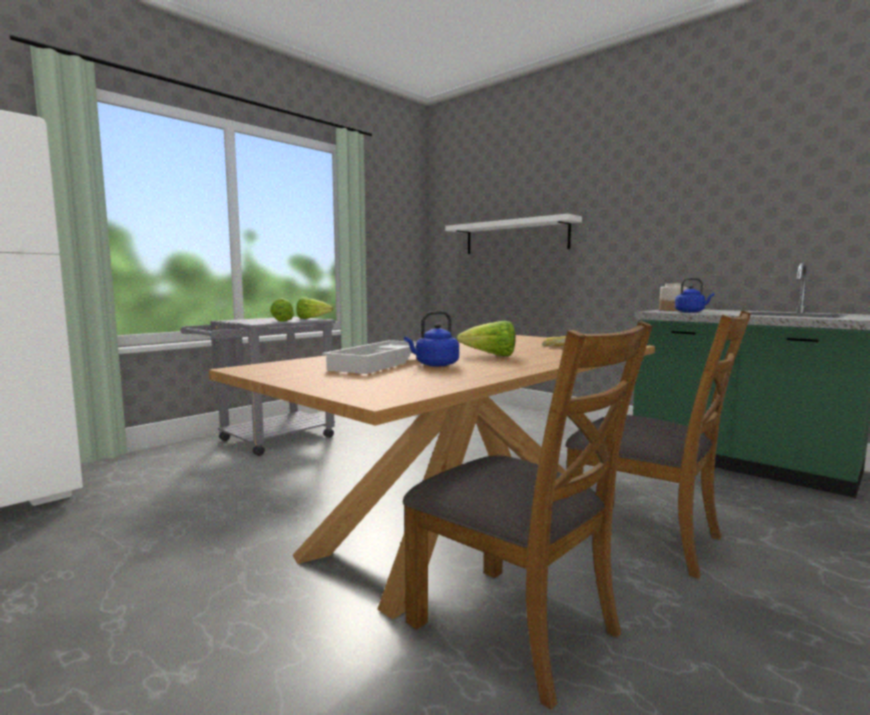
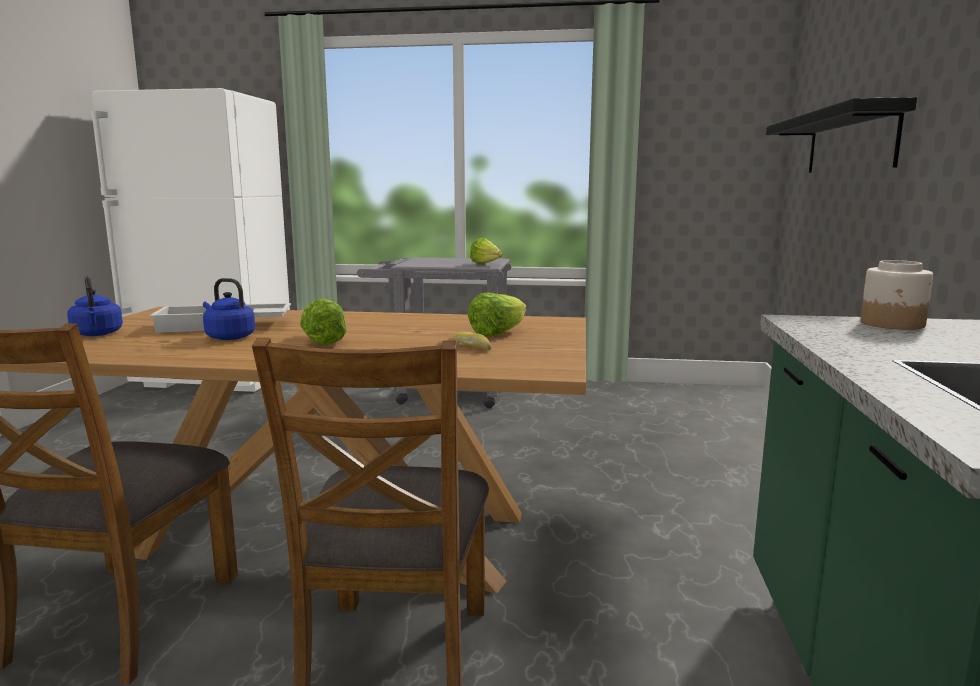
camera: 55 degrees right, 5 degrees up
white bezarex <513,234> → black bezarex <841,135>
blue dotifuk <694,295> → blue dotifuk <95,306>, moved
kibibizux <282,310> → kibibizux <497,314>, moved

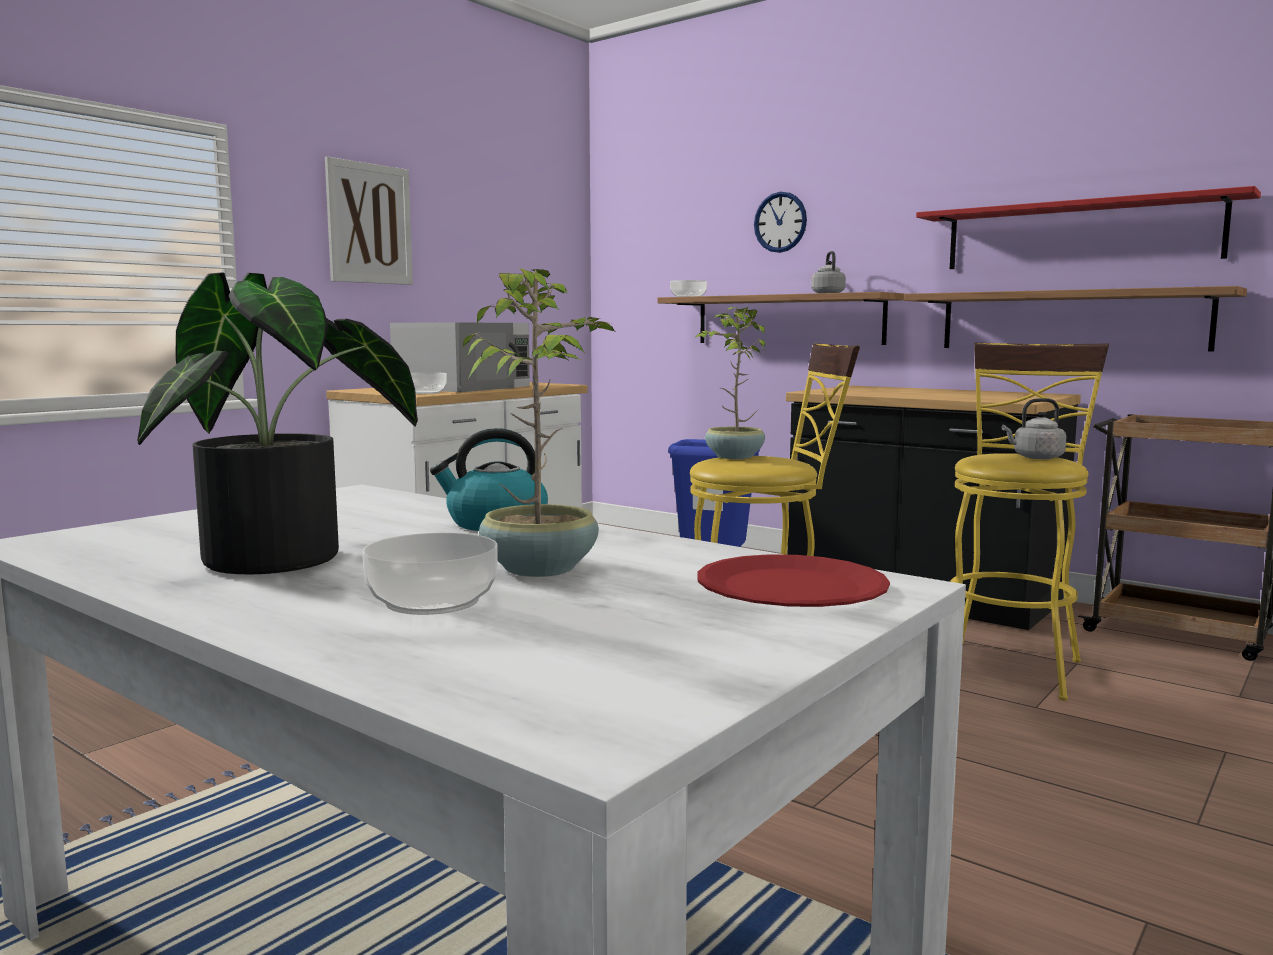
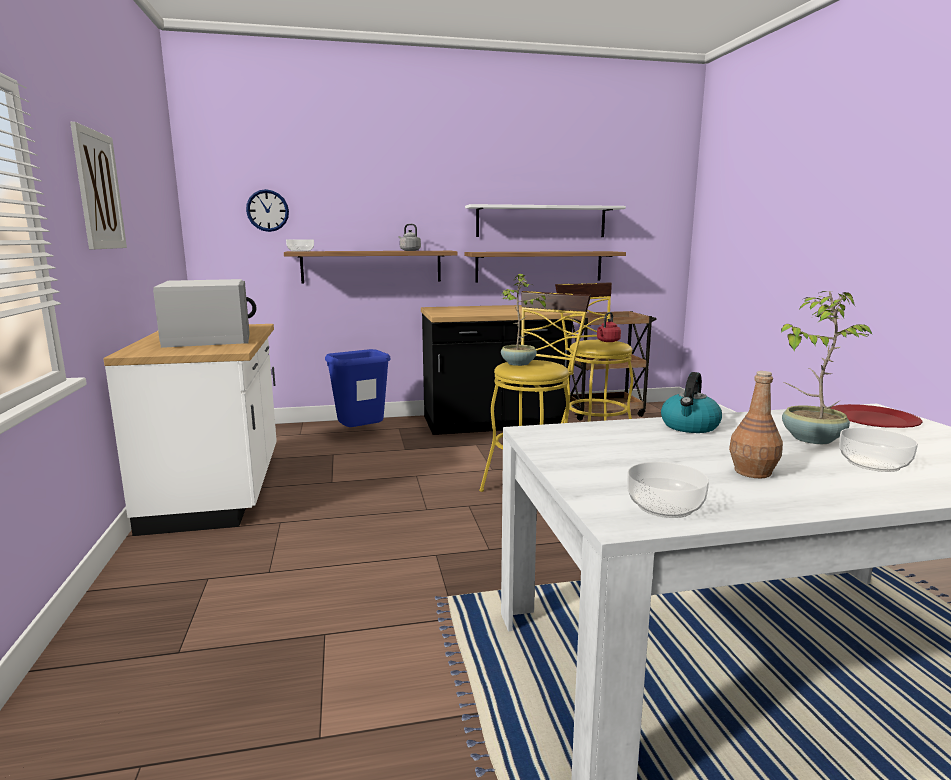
camera: 50 degrees left, 5 degrees up
red bezarex <1088,227> → white bezarex <545,220>
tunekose <780,222> → tunekose <267,210>, moved
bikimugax <277,423> → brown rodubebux <756,424>
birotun <429,383> → birotun <668,490>, moved
grey dotifuk <1034,428> → red dotifuk <609,327>

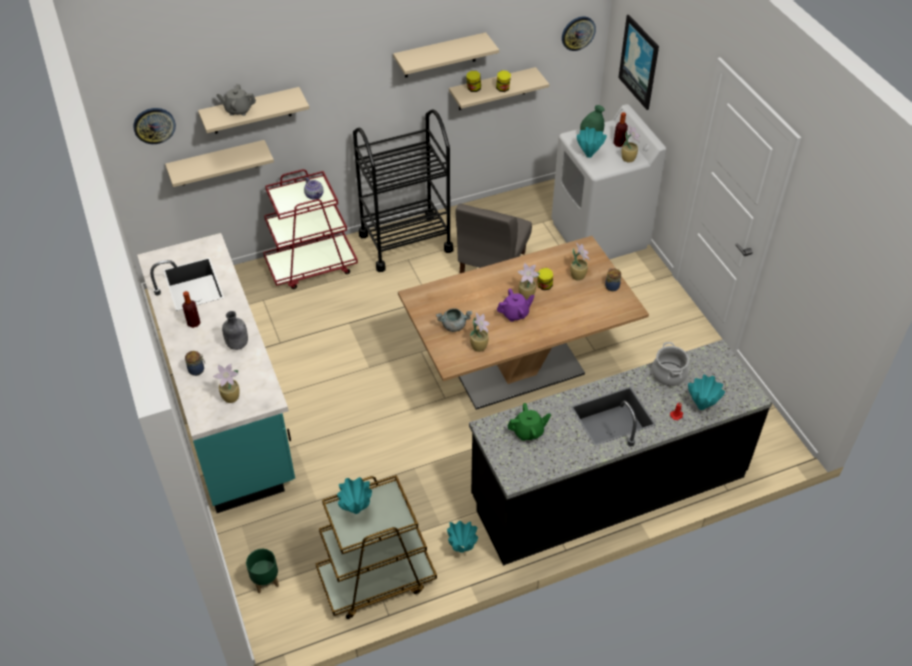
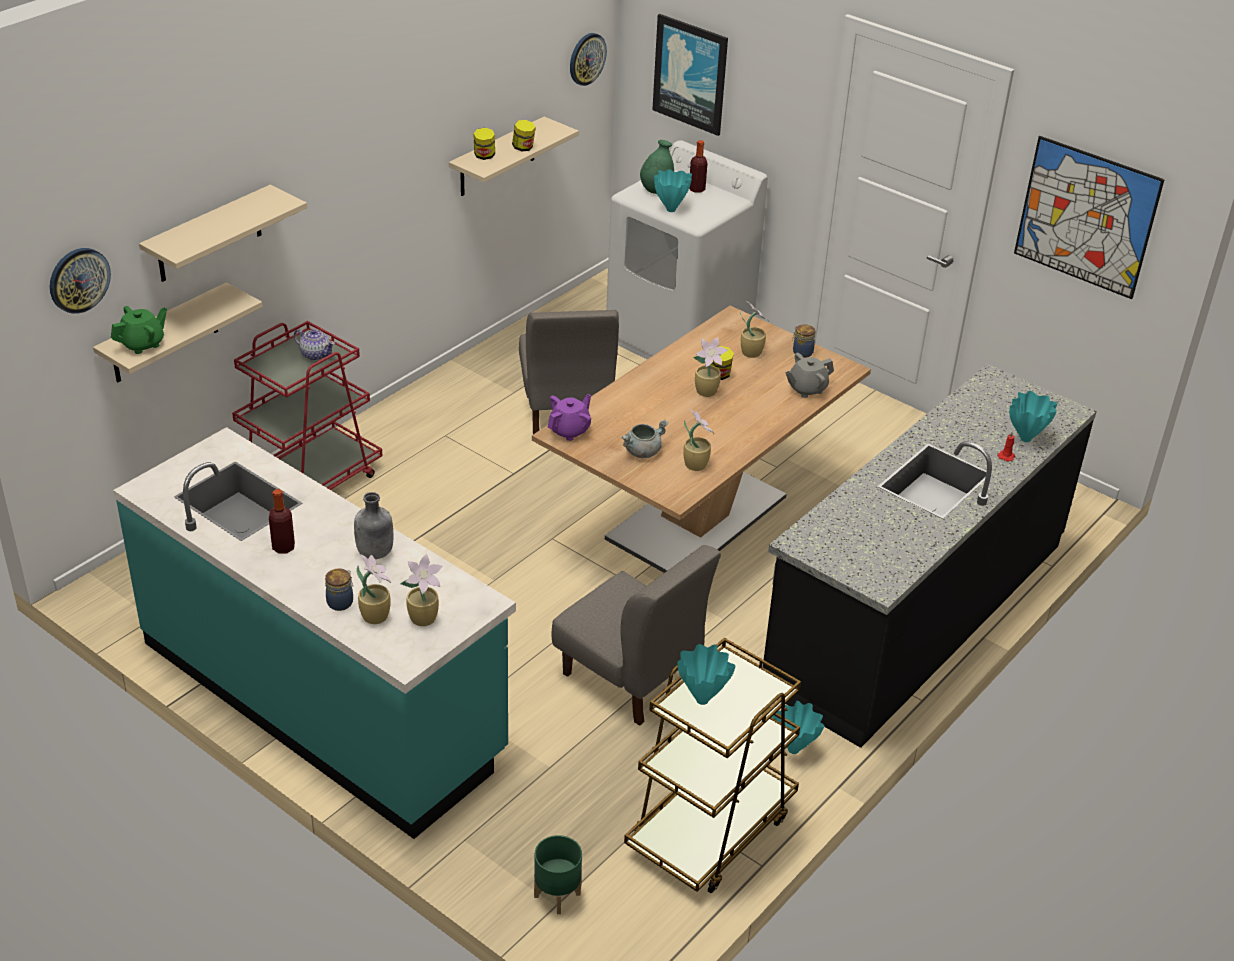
camera: 30 degrees left, 10 degrees down
beige bezarex <446,55> → -
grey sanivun <236,100> → grey sanivun <810,375>, moved
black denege <403,190> → -
bikimugax <630,144> → bikimugax <373,589>, moved
purple sanivun <516,305> → purple sanivun <569,417>, moved
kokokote <670,364> → -
green sanivun <529,422> → green sanivun <139,330>, moved
- → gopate <1089,217>
- → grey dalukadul <636,635>

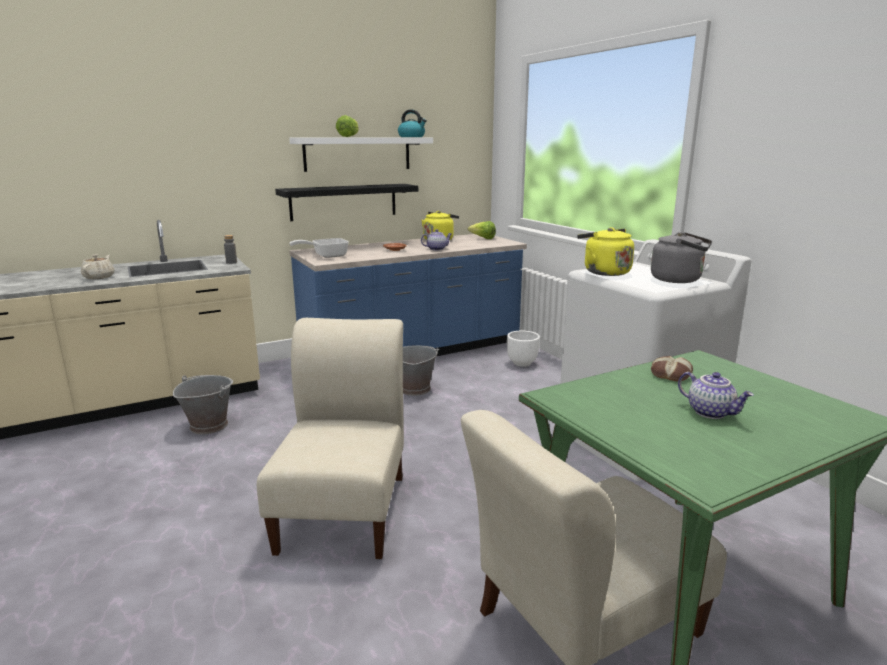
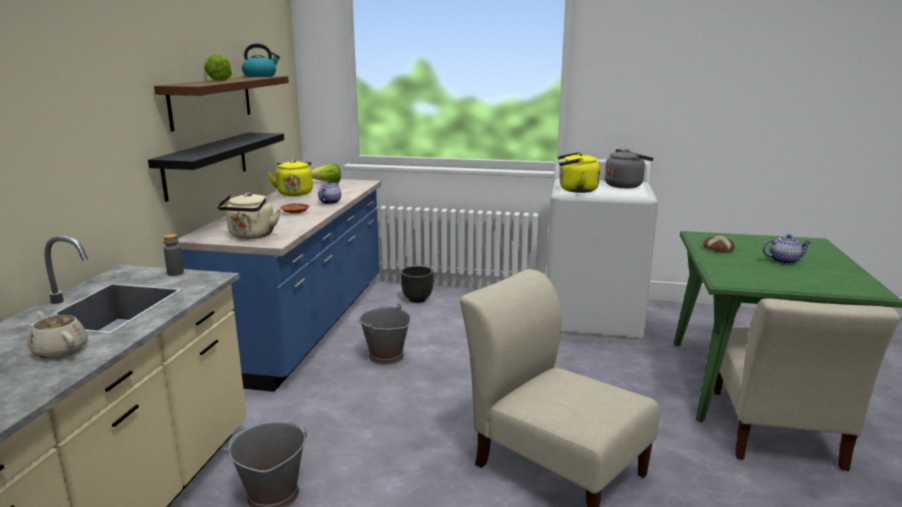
camera: 50 degrees left, 0 degrees up
white bezarex <361,154> → brown bezarex <221,103>
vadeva <319,248> → beige dotifuk <249,215>
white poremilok <523,349> → black poremilok <417,284>

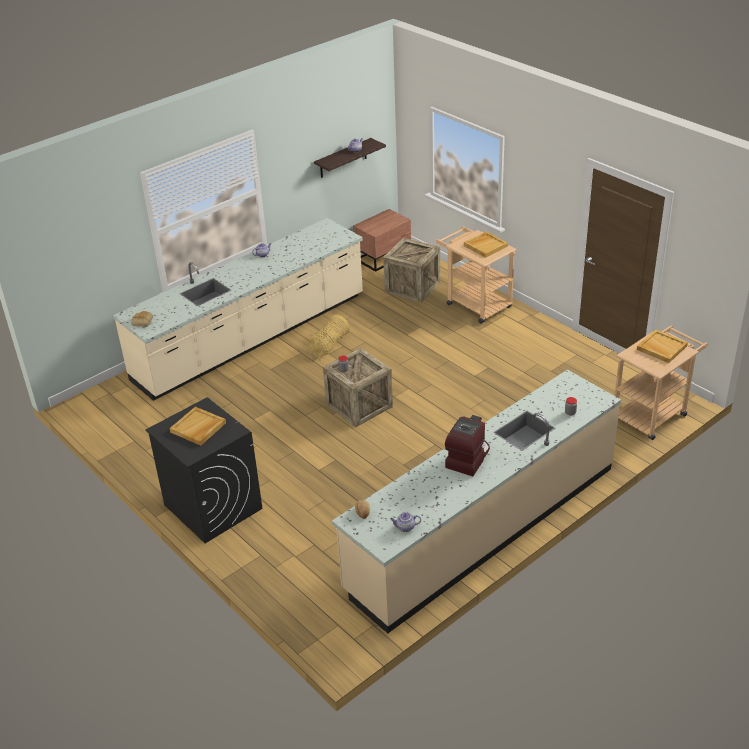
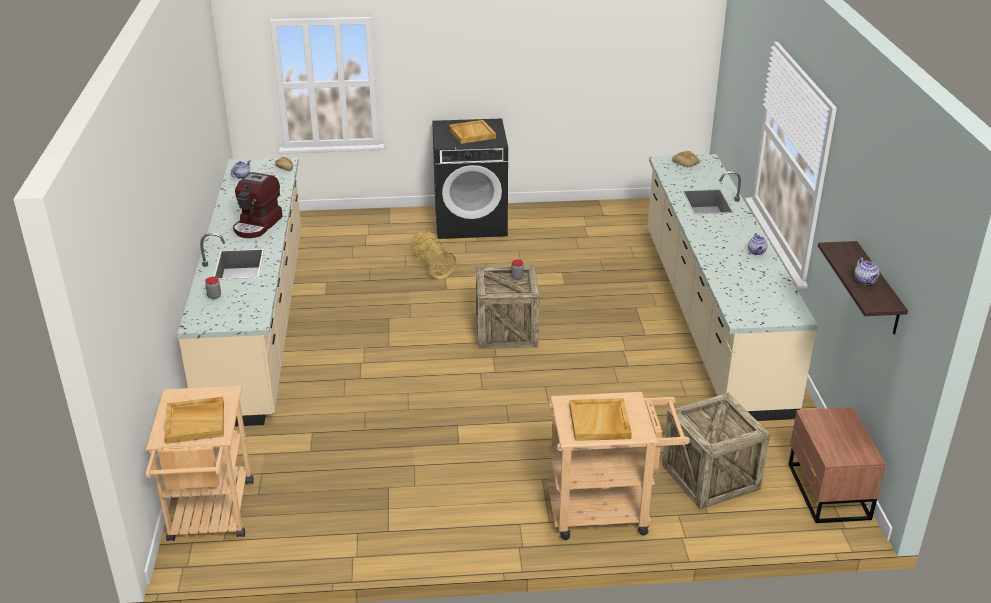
camera: 125 degrees right, 5 degrees down
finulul <329,335> → finulul <434,255>, moved
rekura <467,445> → rekura <258,205>, 45 degrees clockwise

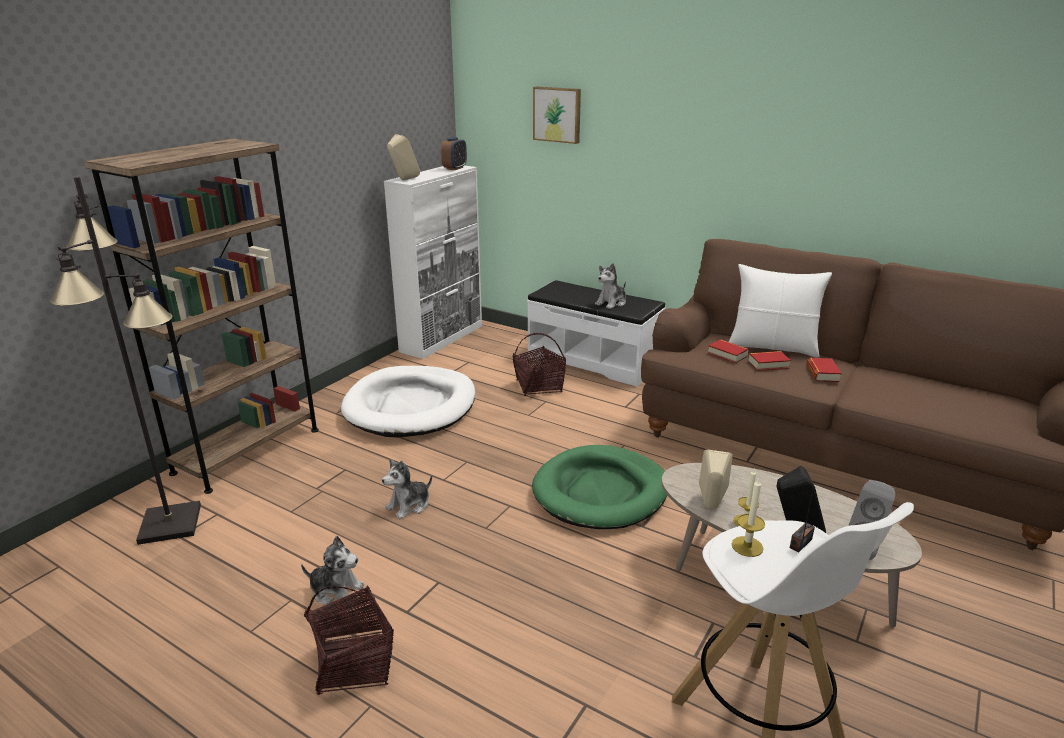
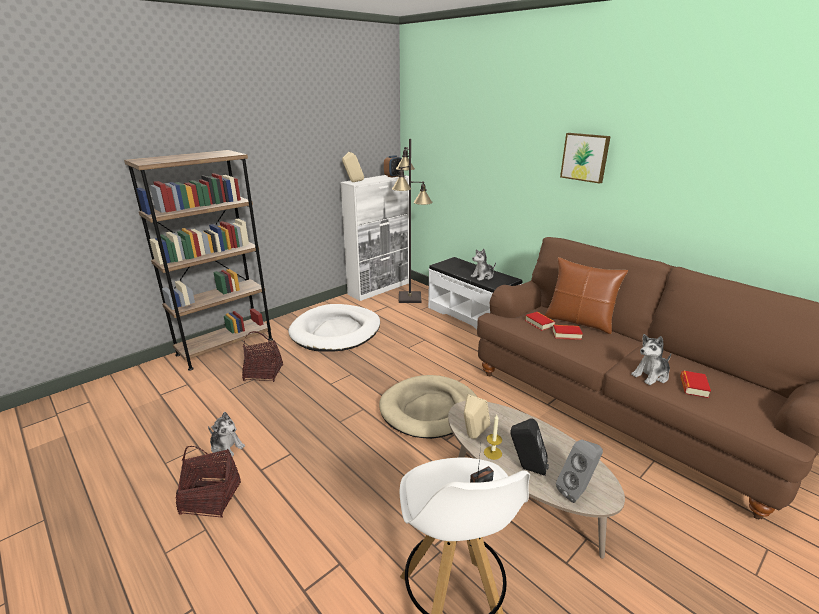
camera: 15 degrees right, 0 degrees up
gopate <557,115> → gopate <585,158>, moved
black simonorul <125,361> → black simonorul <412,221>, moved
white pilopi <780,311> → brown pilopi <586,295>
finulul <539,364> → finulul <262,356>, moved
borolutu <824,370> → borolutu <695,384>, moved
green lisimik <599,487> → beige lisimik <428,407>
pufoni <407,489> → pufoni <651,359>, moved
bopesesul <748,517> → -

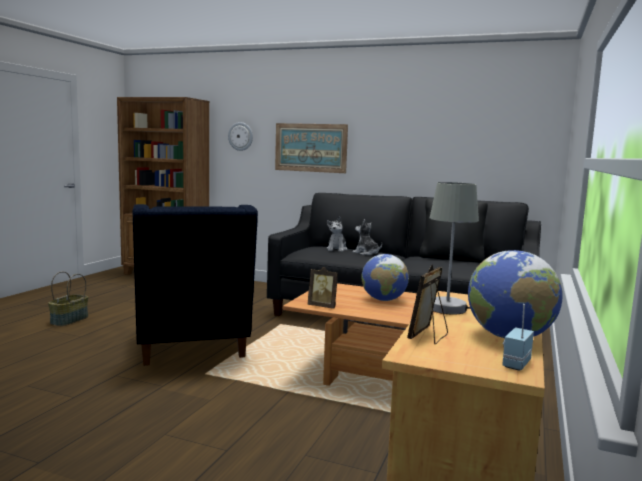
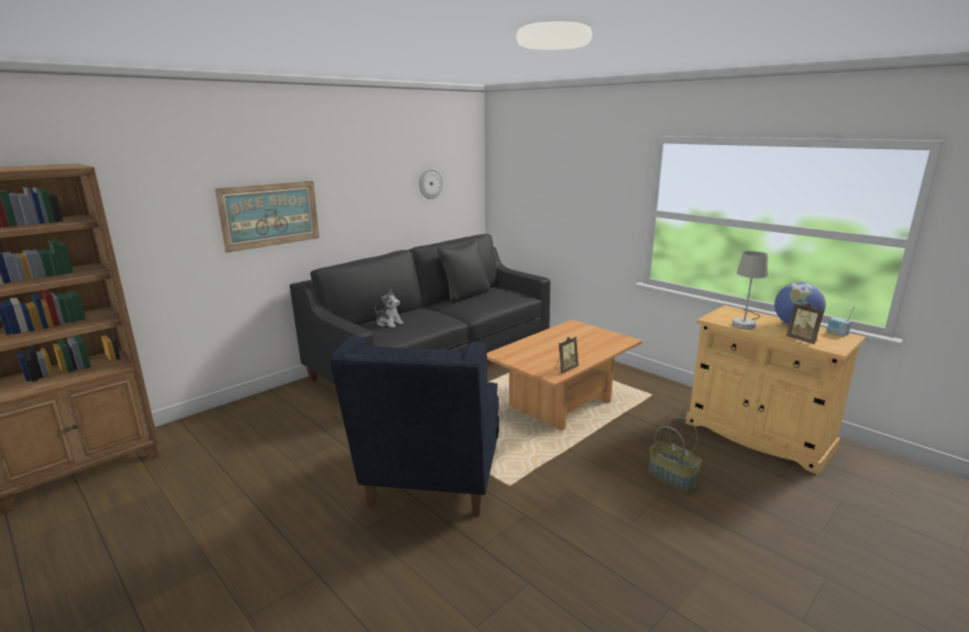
camera: 65 degrees left, 10 degrees up
tunekose <240,136> → tunekose <431,183>, moved
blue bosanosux <195,285> → blue bosanosux <414,426>, 90 degrees clockwise
pufoni <367,237> → -
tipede <385,277> → -
finulul <68,298> → finulul <675,454>, moved

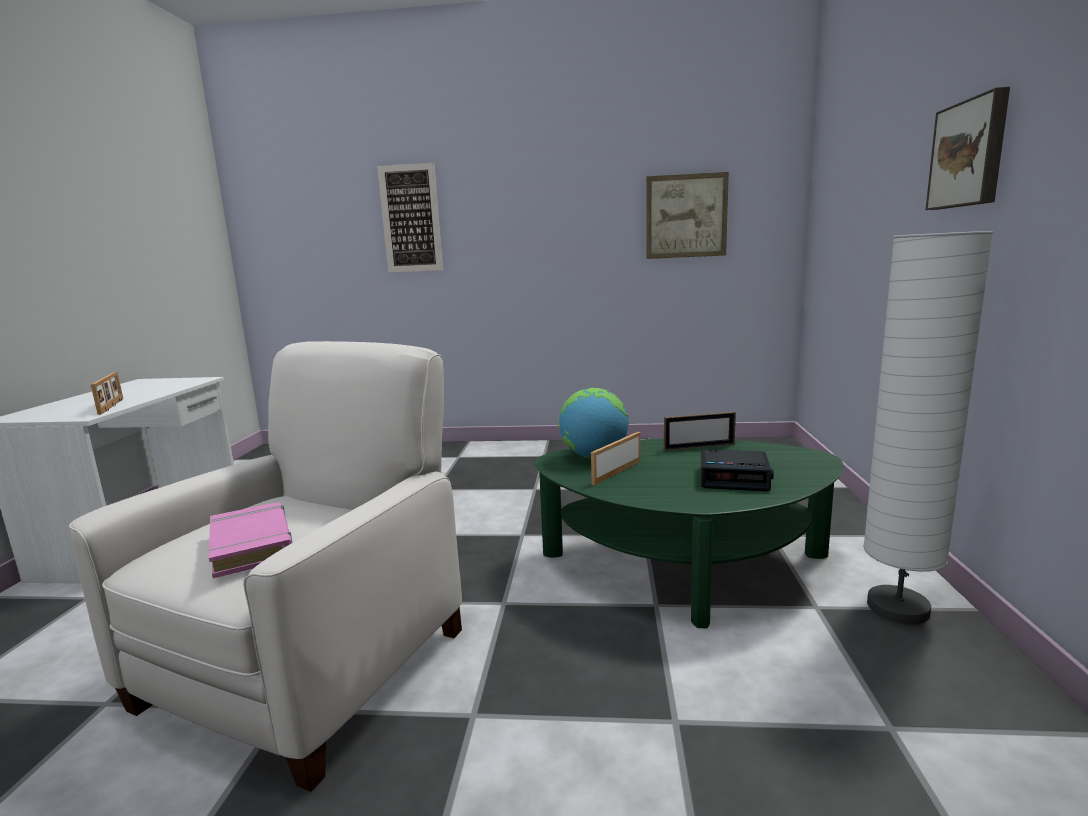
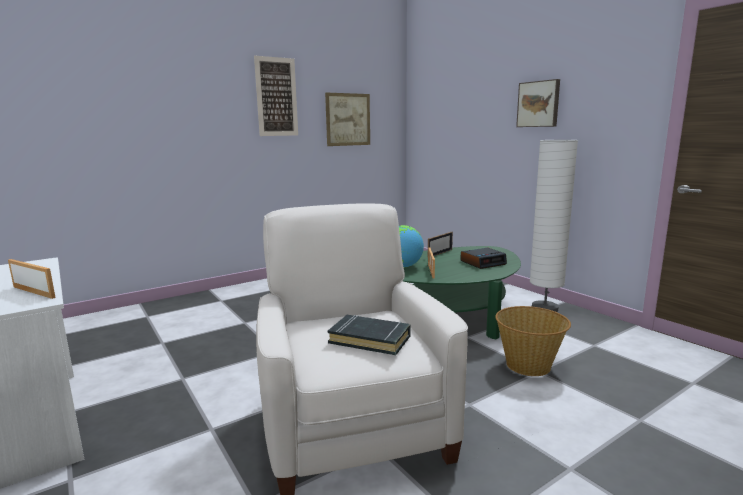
camera: 40 degrees left, 0 degrees up
gopate <410,217> → gopate <276,95>, moved
pink borolutu <250,540> → black borolutu <369,335>
- → finulul <533,341>

